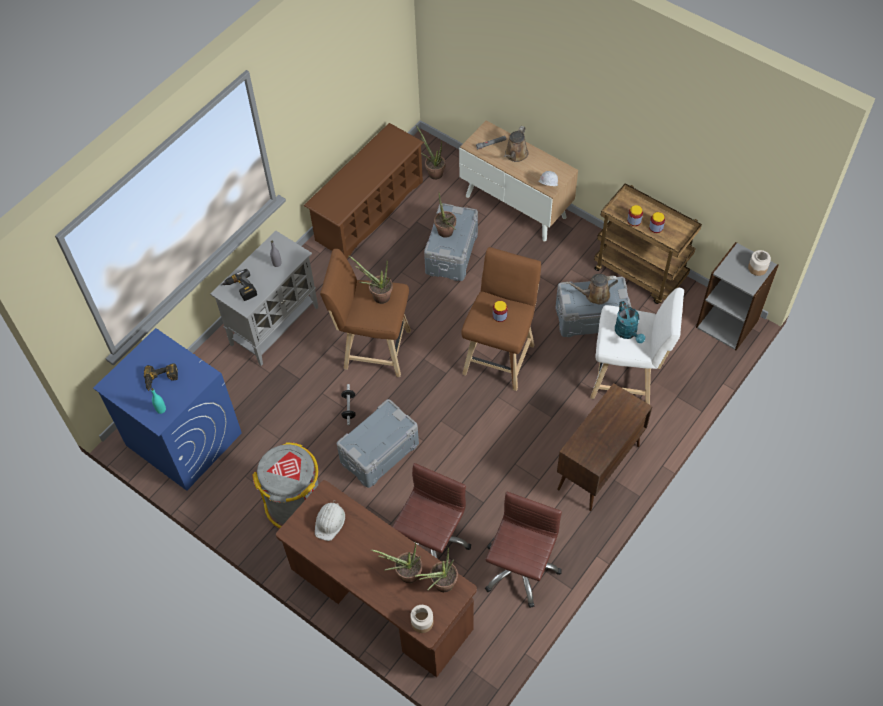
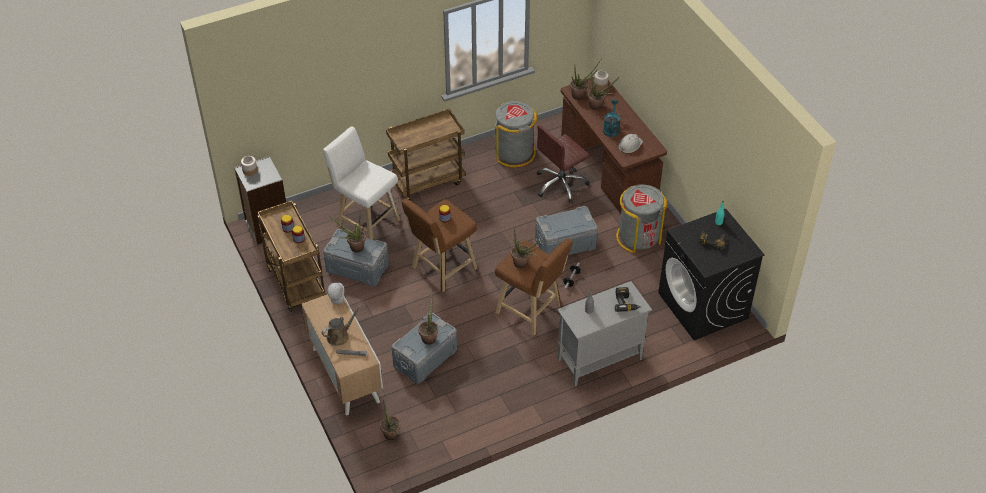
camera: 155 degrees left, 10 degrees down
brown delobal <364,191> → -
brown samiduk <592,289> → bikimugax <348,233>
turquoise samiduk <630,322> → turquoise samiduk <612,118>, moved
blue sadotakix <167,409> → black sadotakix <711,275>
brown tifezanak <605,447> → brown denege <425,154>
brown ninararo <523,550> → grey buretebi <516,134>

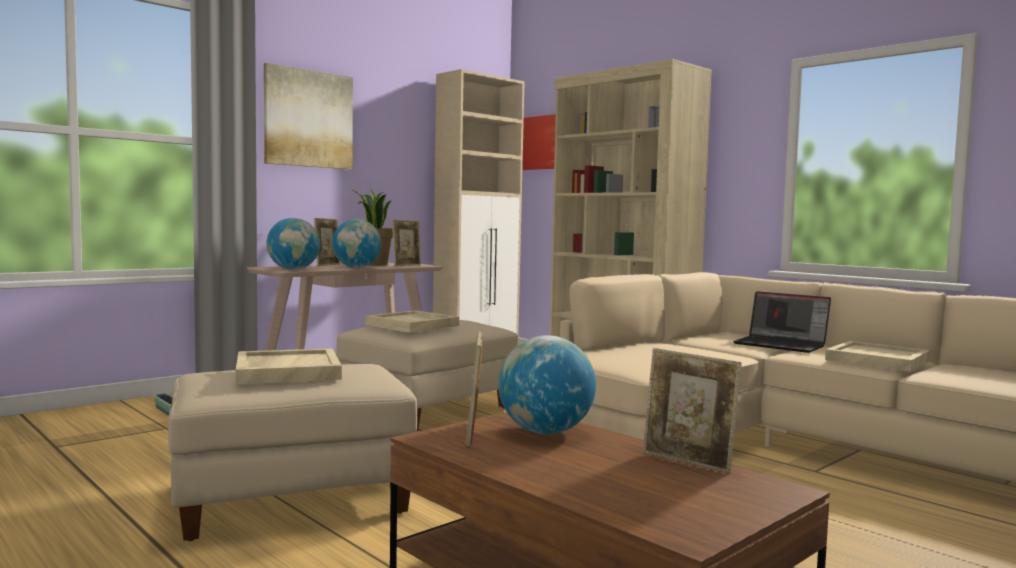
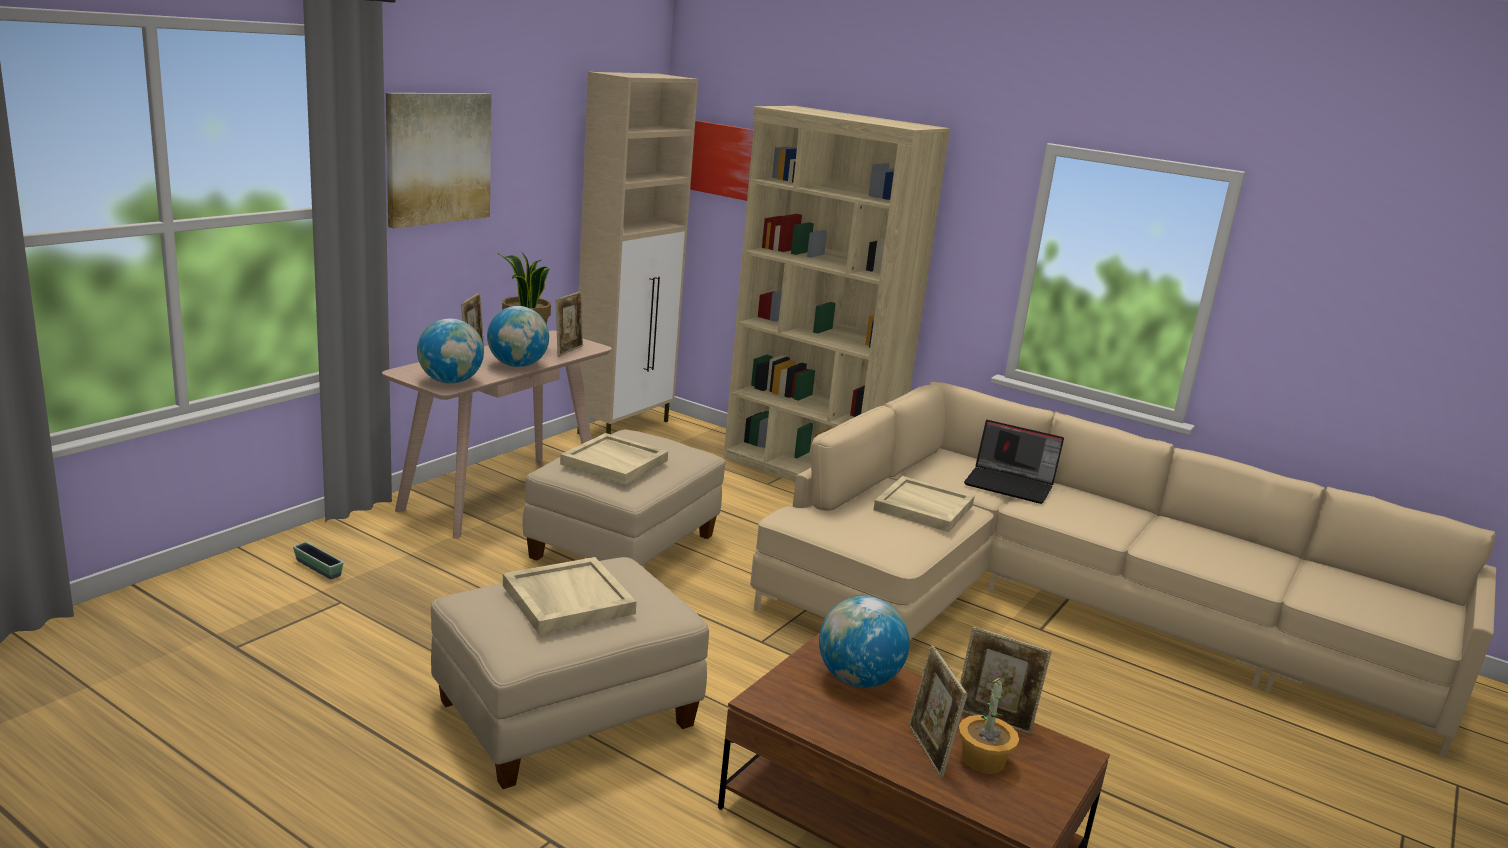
camera: 15 degrees left, 15 degrees up
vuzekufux <474,388> → vuzekufux <938,711>, moved
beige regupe <878,356> → beige regupe <924,504>, moved
- → bikimugax <988,725>

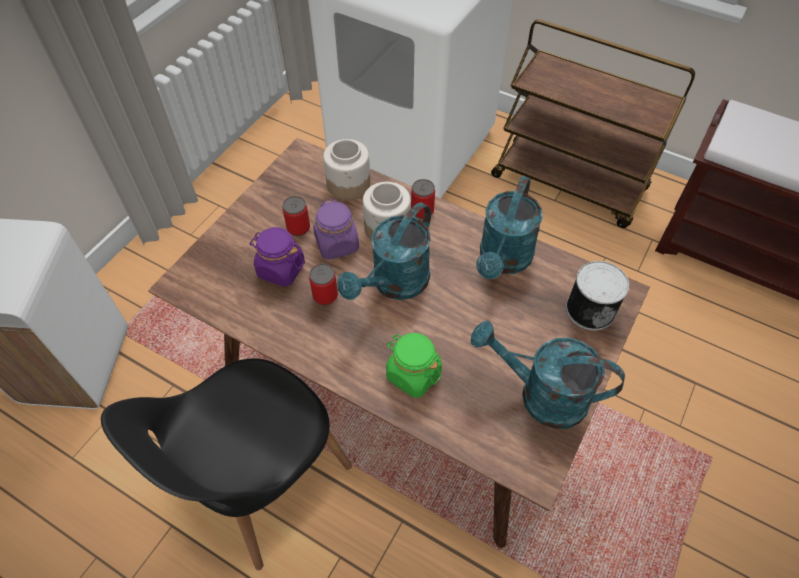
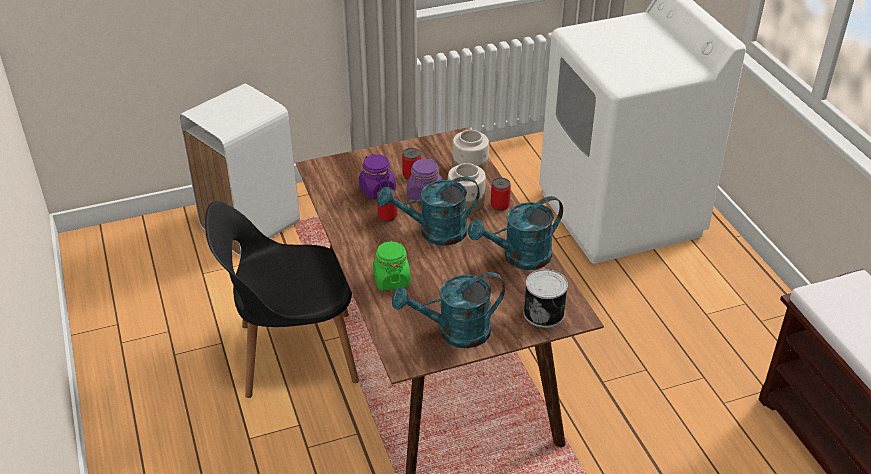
camera: 40 degrees right, 15 degrees down
brown denege <593,123> → -
turquoise samiduk <548,375> → turquoise samiduk <448,310>, 75 degrees counterclockwise

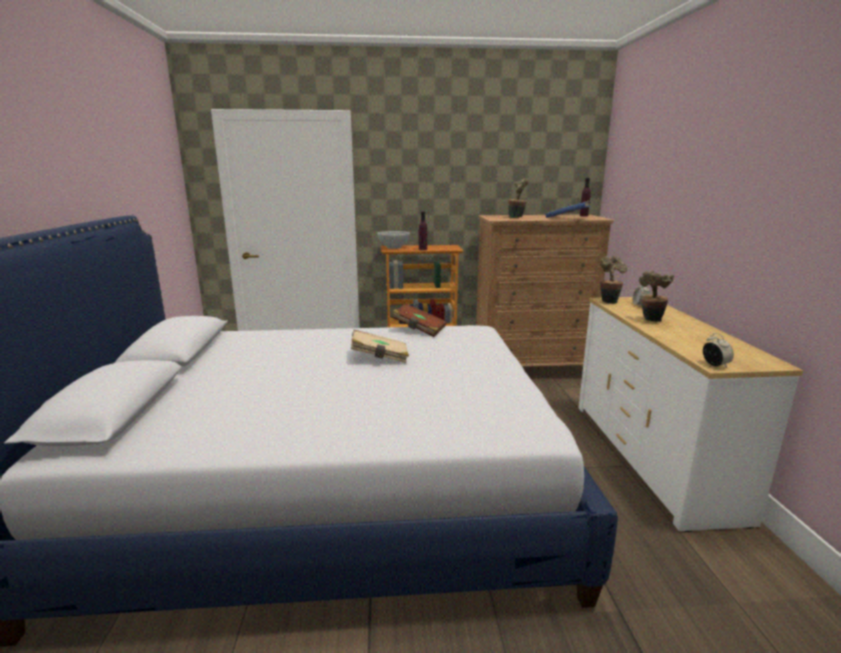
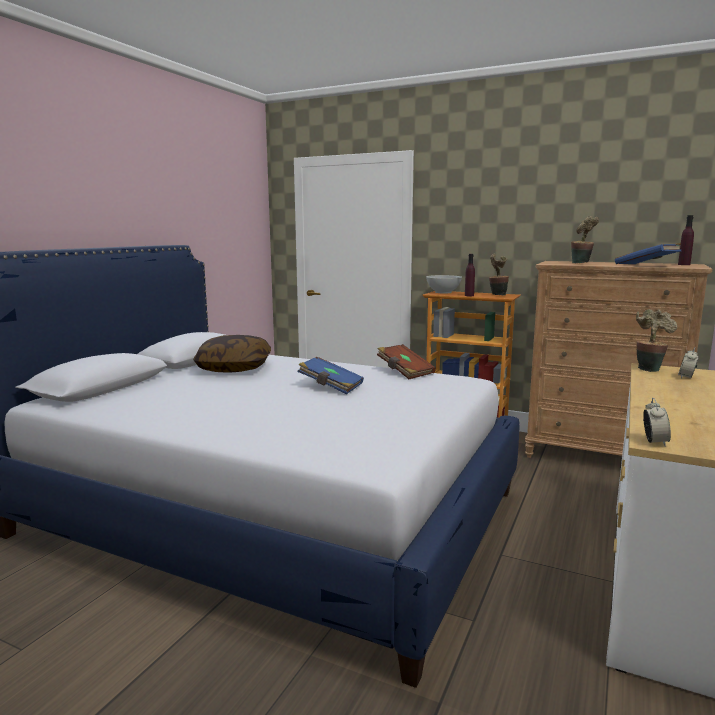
camera: 30 degrees right, 5 degrees down
bikimugax <656,296> → bikimugax <499,275>, moved
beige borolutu <380,346> → blue borolutu <331,375>
- → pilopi <232,354>

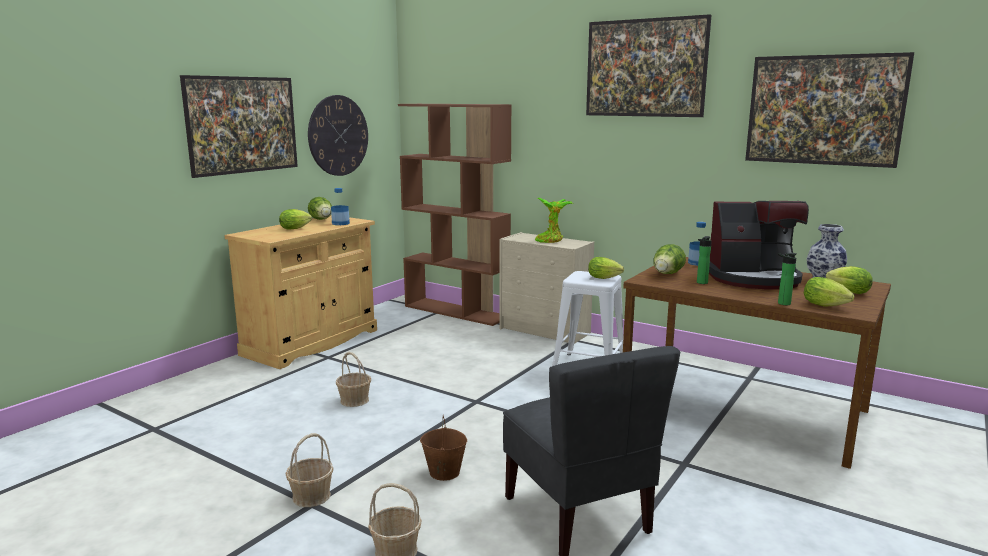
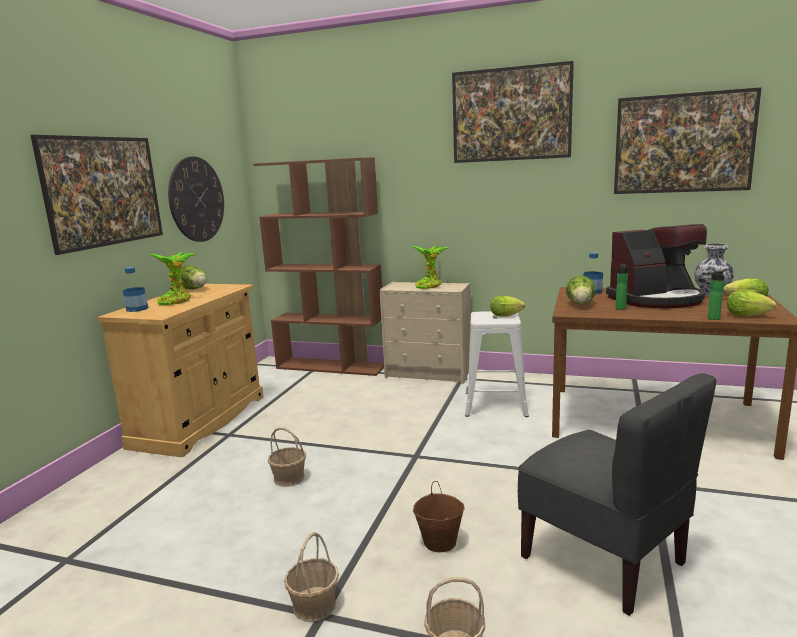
camera: 15 degrees left, 0 degrees up
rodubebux <340,206> → rodubebux <135,289>, moved
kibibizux <295,219> → bikimugax <173,278>

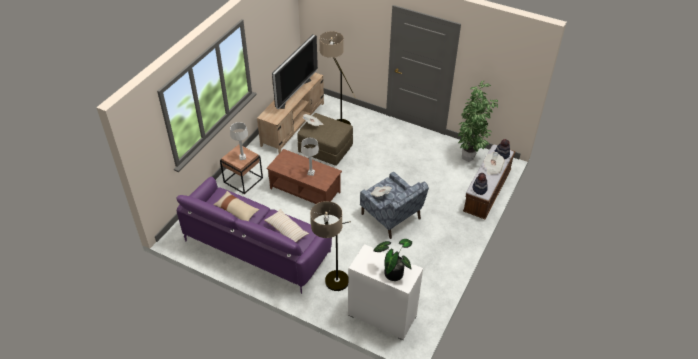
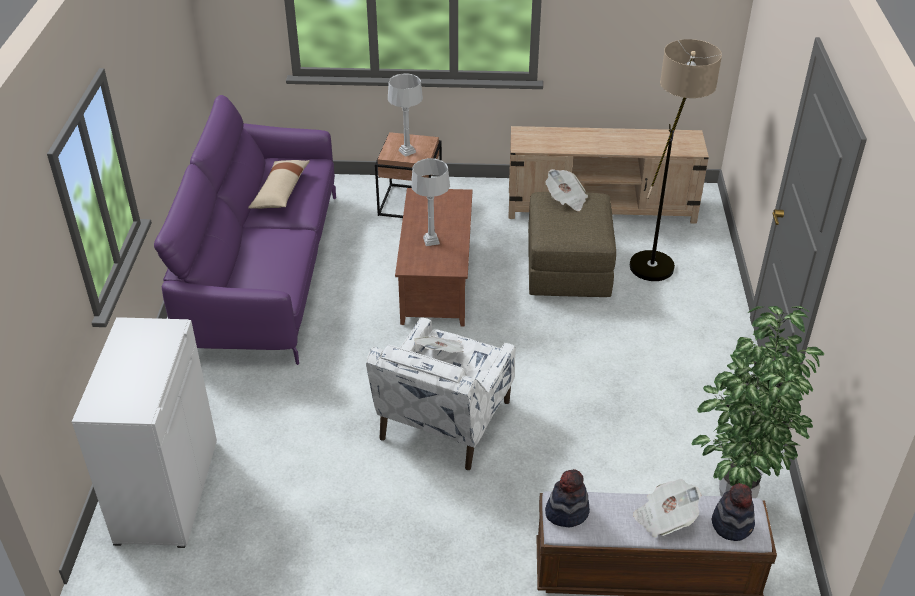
camera: 65 degrees right, 5 degrees down
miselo <295,71> → -
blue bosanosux <394,205> → white bosanosux <441,393>
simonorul <330,246> → -
beige pilopi <286,225> → -
bikimugax <392,260> → -

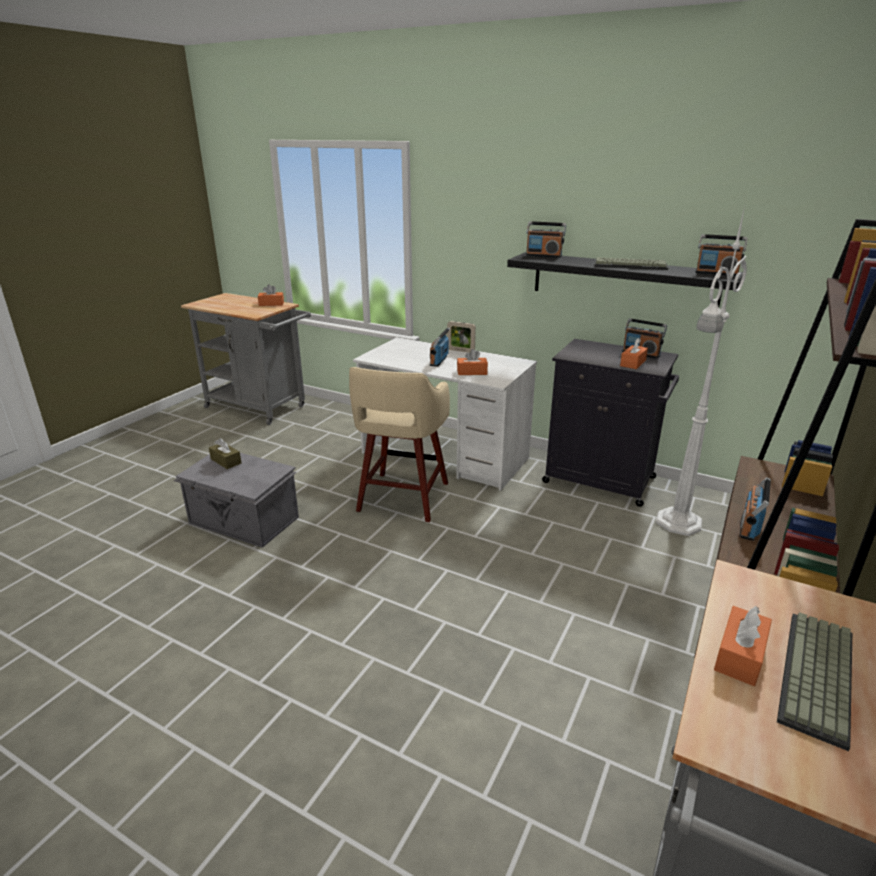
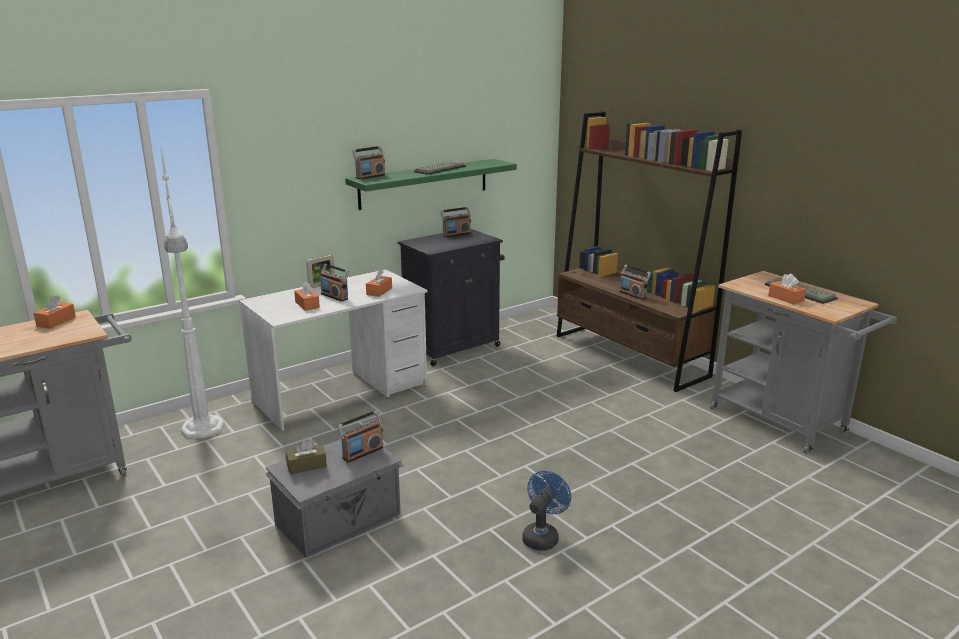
camera: 65 degrees left, 5 degrees down
white simonorul <701,371> → white simonorul <193,293>, moved
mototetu <721,255> → mototetu <360,437>, moved
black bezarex <625,279> → green bezarex <431,184>
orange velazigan <634,353> → orange velazigan <307,296>, moved
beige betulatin <399,444> → -
- → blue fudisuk <546,511>

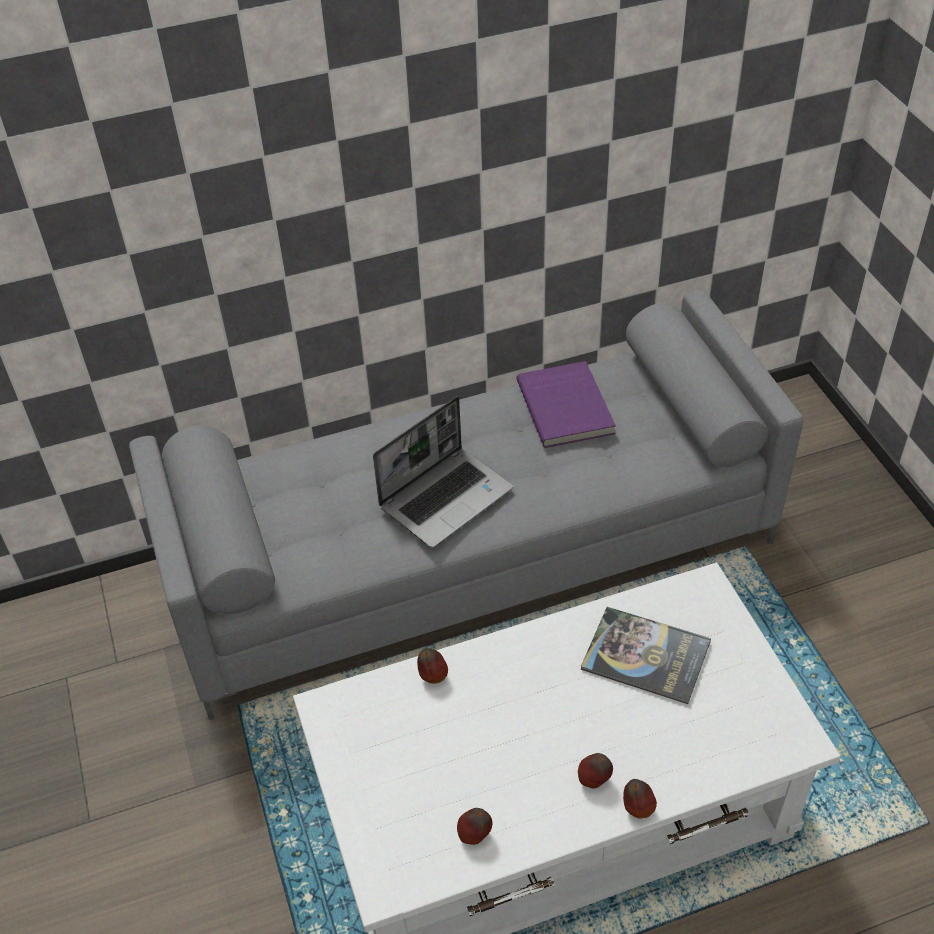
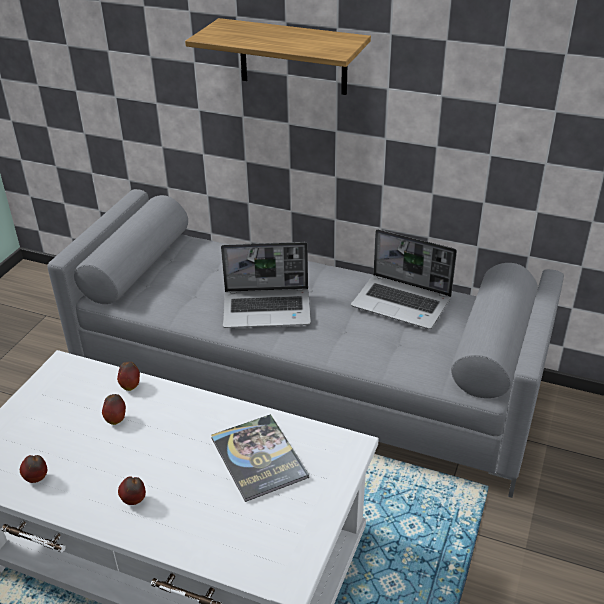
camera: 40 degrees right, 10 degrees down
purple borolutu <566,404> → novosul <404,279>
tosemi <640,799> → tosemi <114,409>, moved
- → bezarex <278,56>

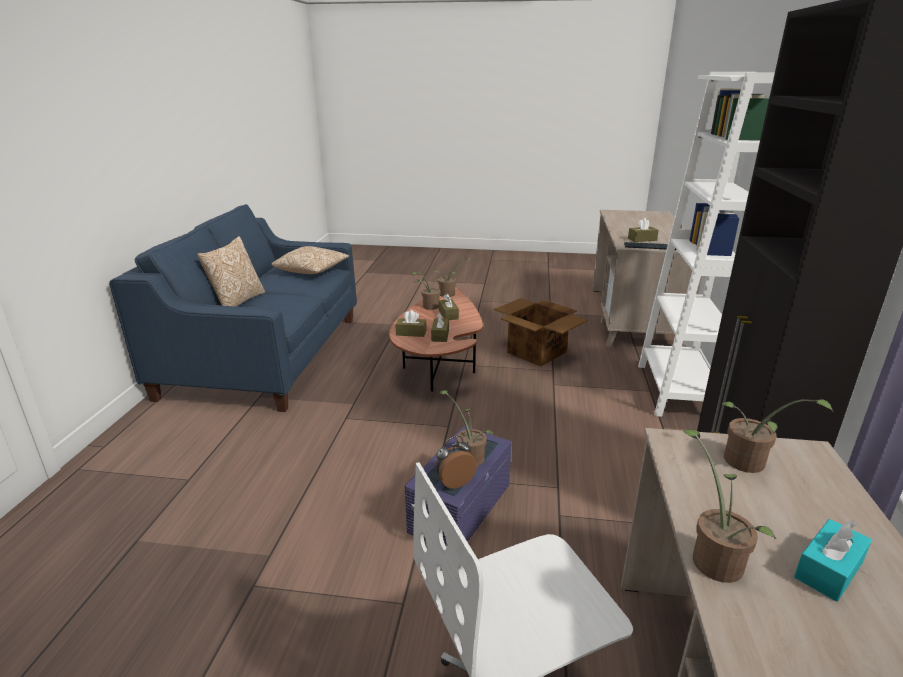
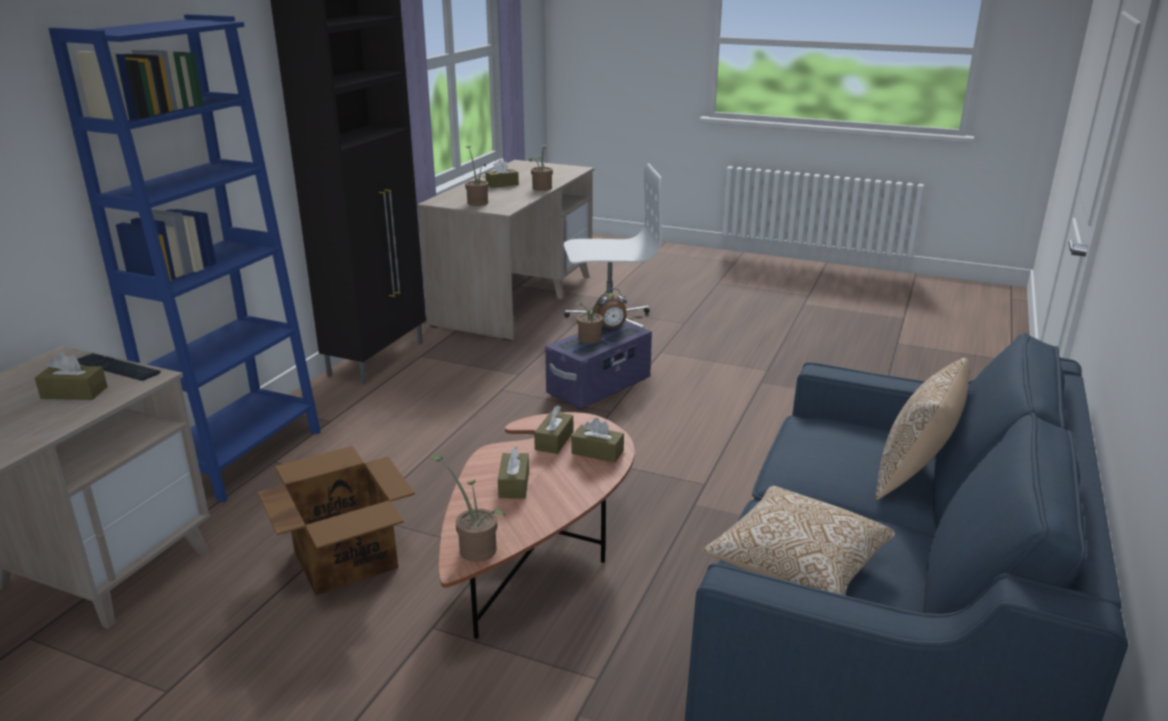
camera: 165 degrees left, 0 degrees up
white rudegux <706,244> → blue rudegux <184,258>
bikimugax <426,291> → -
turquoise velazigan <833,560> → brown velazigan <502,173>

